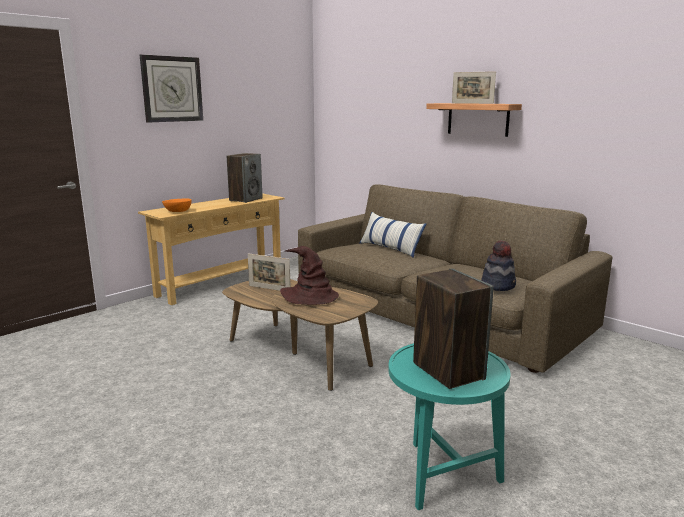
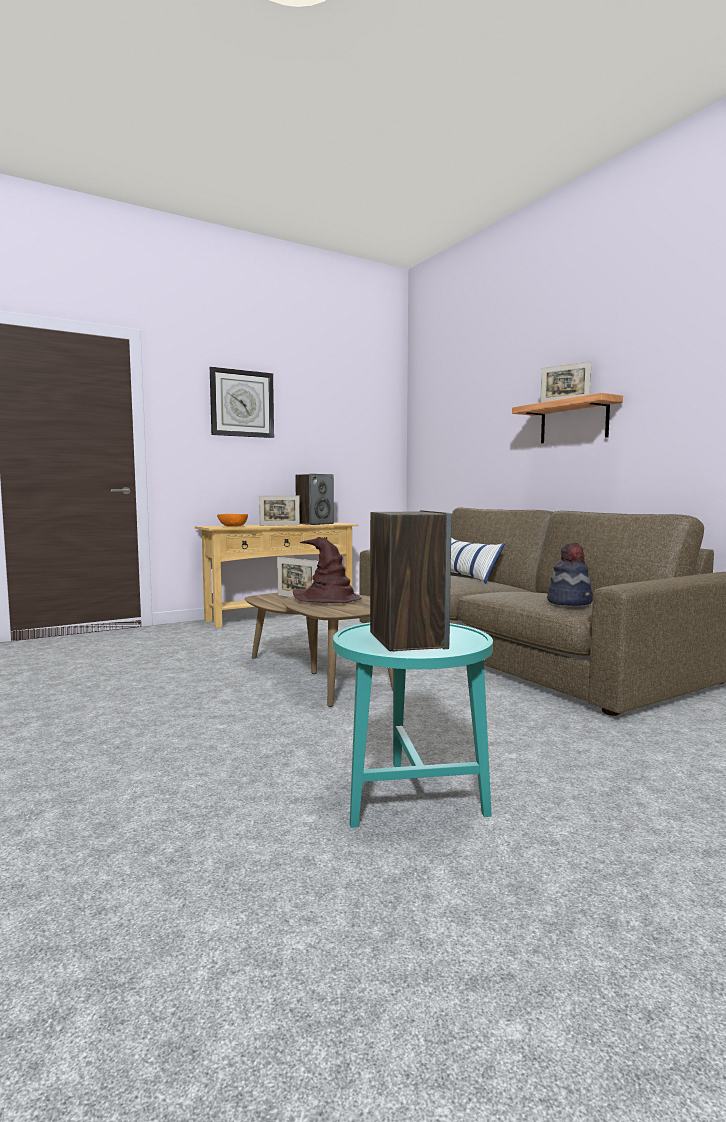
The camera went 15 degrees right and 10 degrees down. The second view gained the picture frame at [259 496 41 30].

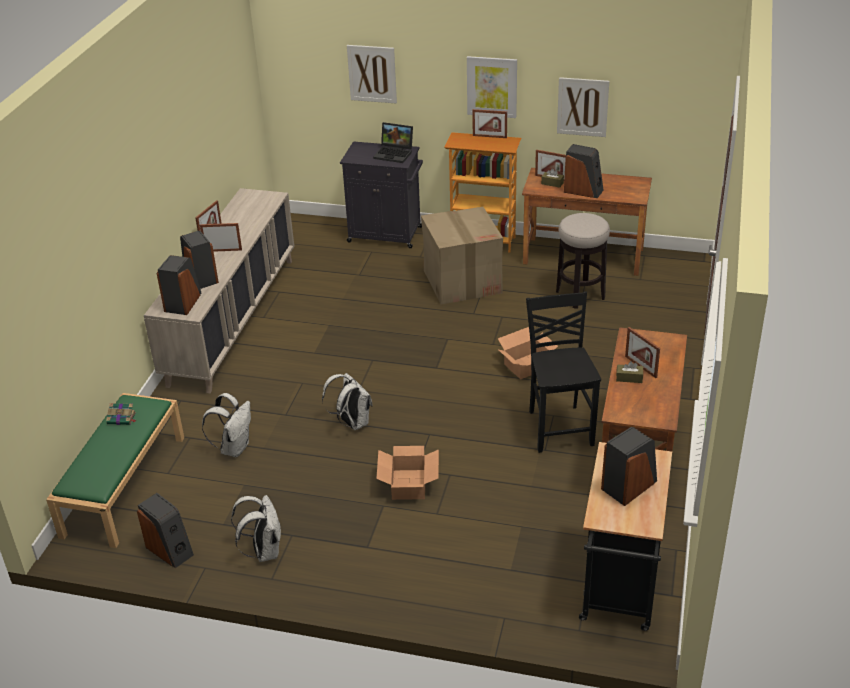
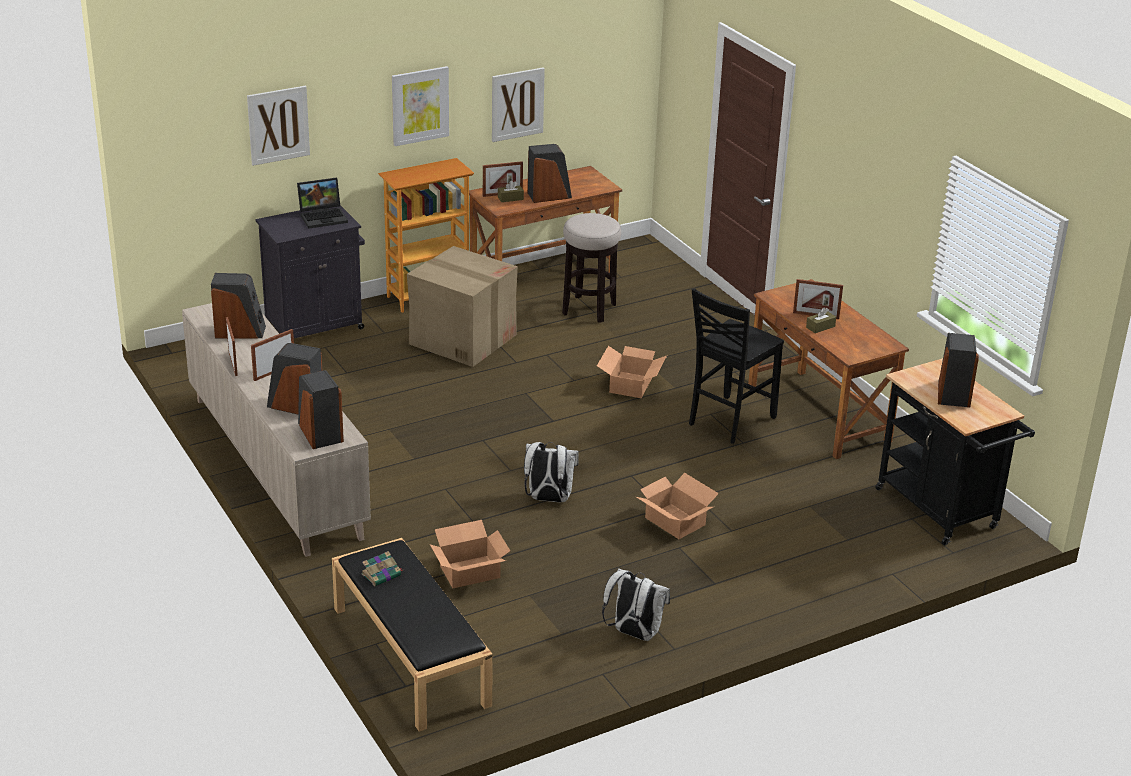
The camera went 45 degrees left and 5 degrees down. The speaker ended up elsewhere, having gone from [137 493 57 75] to [211 273 55 66]. What was the bench (green) at [46 393 138 155] turned into the bench (black) at [332 538 161 194]. Where the backpack (white) stood at [202 393 49 64], the cardboard box came to stand at [430 520 80 68]. The chair (black) at [526 291 75 162] ended up facing another way, 90 degrees counterclockwise from before. The second view lost the picture frame at [472 109 35 29].

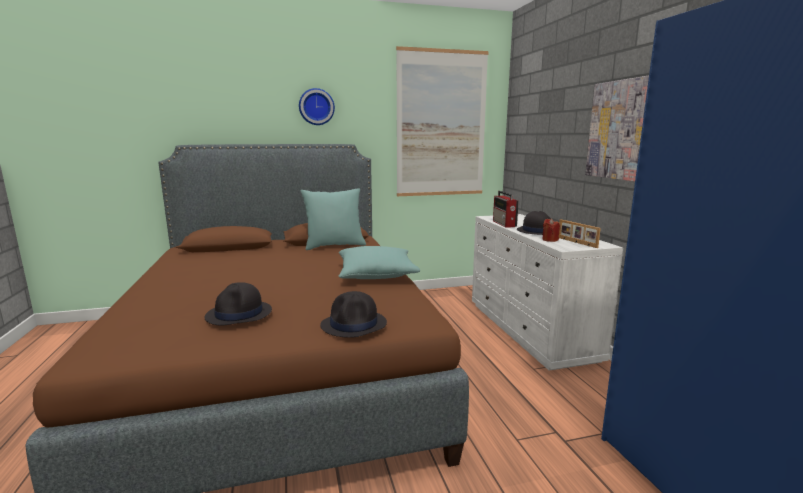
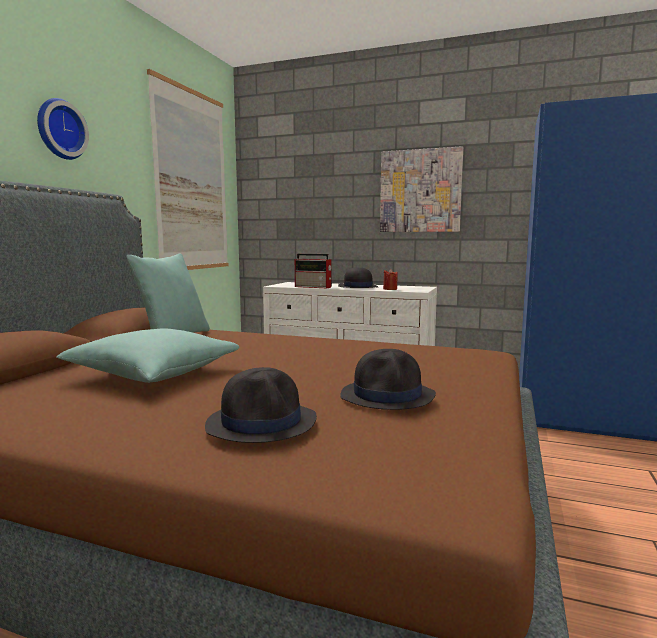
The camera went 55 degrees left and 5 degrees down. The pillow (turquoise) ended up elsewhere, having gone from [338 246 82 33] to [56 328 183 55]. The hat (black) ended up elsewhere, having gone from [320 291 67 47] to [205 367 112 76]. The second view lost the picture frame at [559 219 42 29].

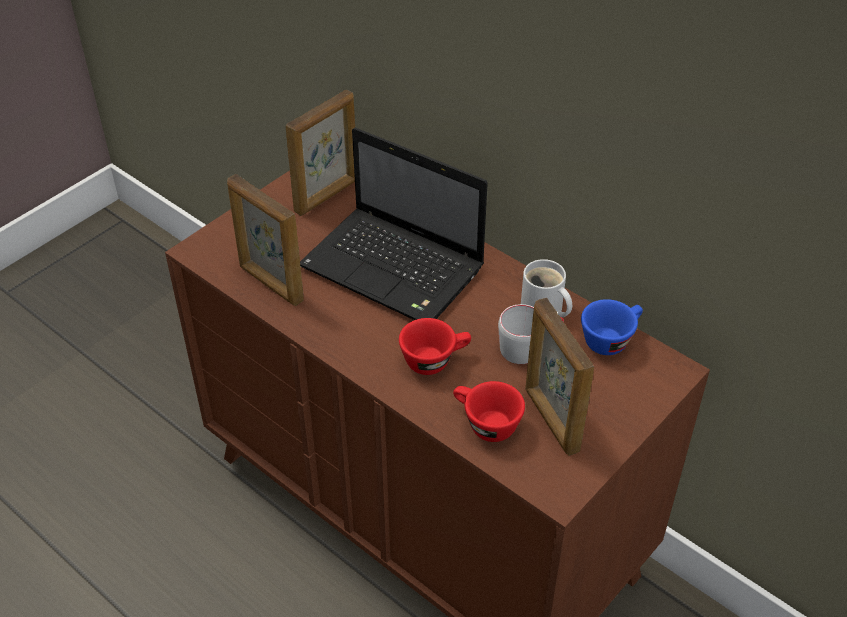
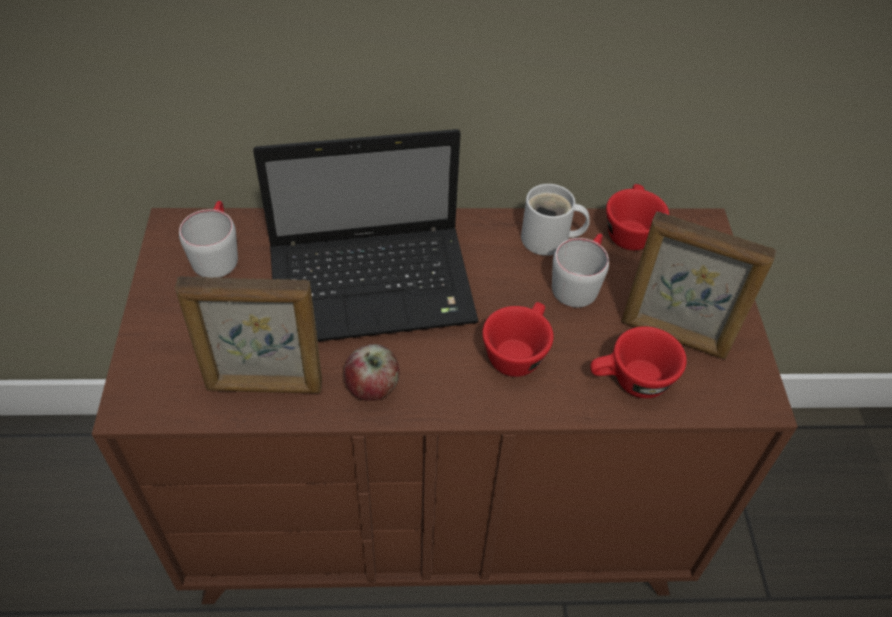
The camera went 45 degrees left and 5 degrees up. Where the picture frame stood at [285 90 70 126], the mug (grey) came to stand at [179 201 59 77]. The second view gained the apple at [344 344 56 57]. What was the cup (blue) at [581 299 62 56] turned into the cup (red) at [606 184 63 66].

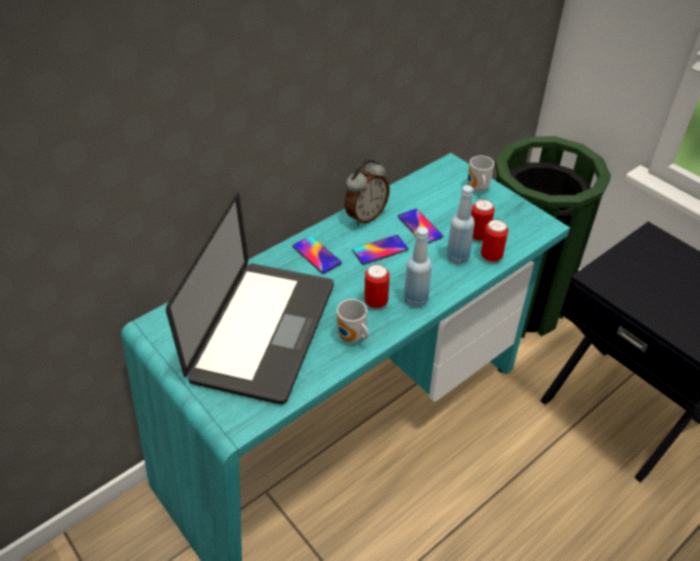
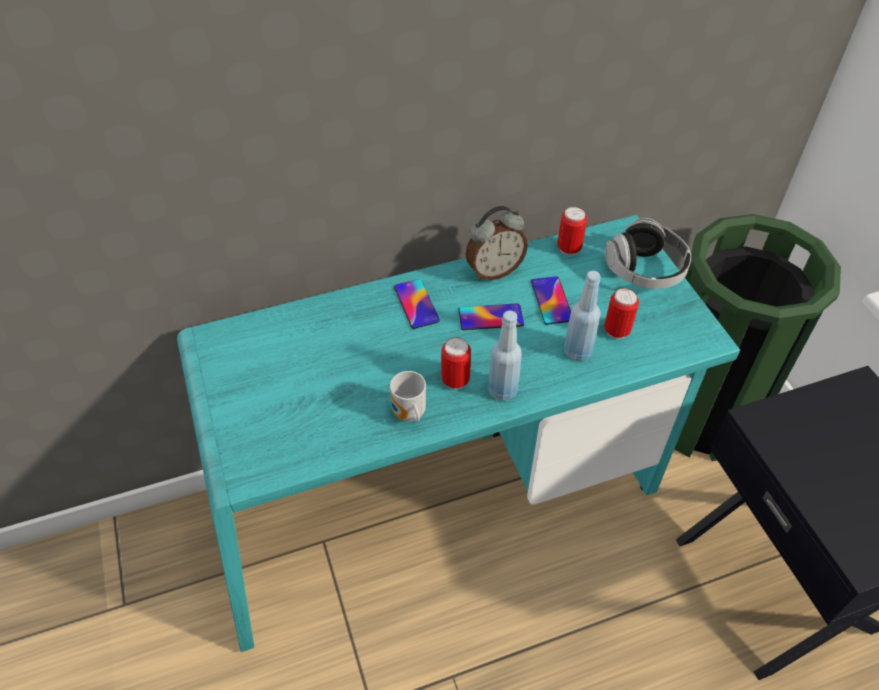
The camera went 20 degrees right and 5 degrees up. The can ended up elsewhere, having gone from [481 219 27 44] to [557 207 30 49]. Where the mug stood at [467 156 27 36], the headphones came to stand at [605 218 86 71]. The second view lost the laptop at [166 193 168 212].

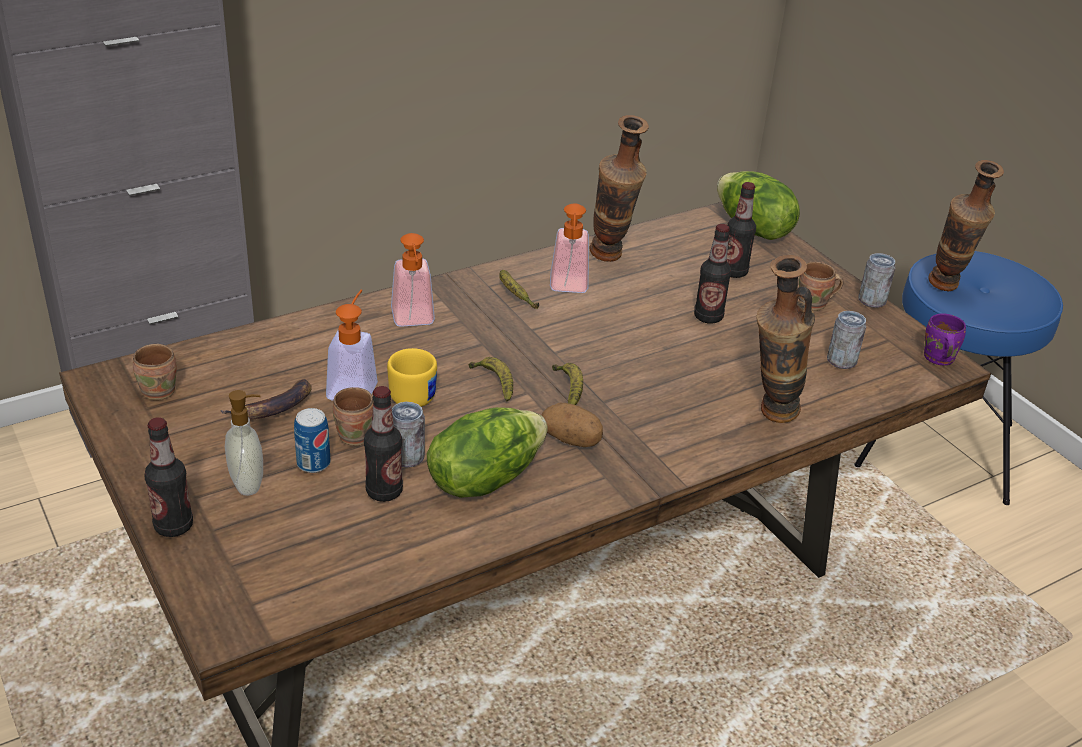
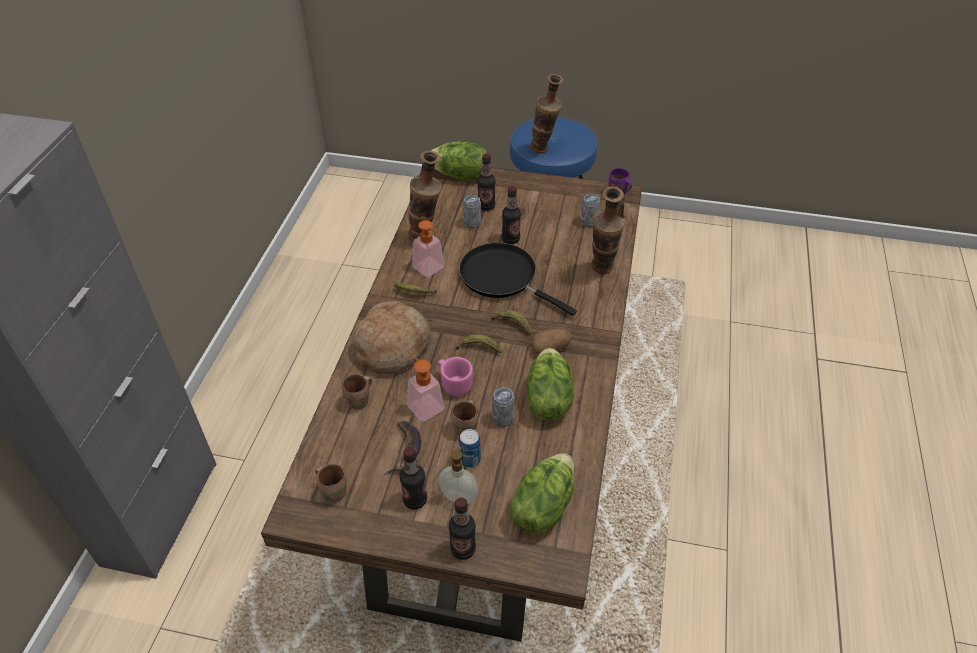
The camera went 45 degrees left and 10 degrees up. The mug (brown) ended up elsewhere, having gone from [799 261 45 50] to [342 374 30 36]. Where the soap dispenser stood at [391 233 44 94], the bread came to stand at [352 301 79 73]. The bottle ended up elsewhere, having gone from [364 386 39 116] to [399 447 28 62]. What was the mug (yellow) at [387 348 50 59] turned into the mug (pink) at [438 357 35 39]. The second view gained the frying pan (black) at [459 243 118 73]. The can ended up elsewhere, having gone from [858 253 37 55] to [463 195 18 33]. The second view gained the lettuce at [509 453 65 80].

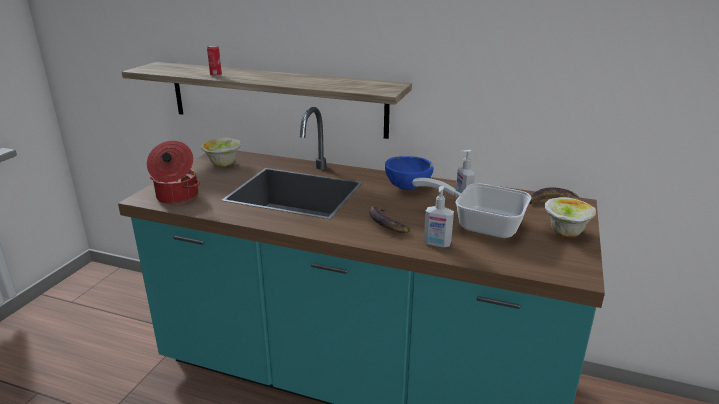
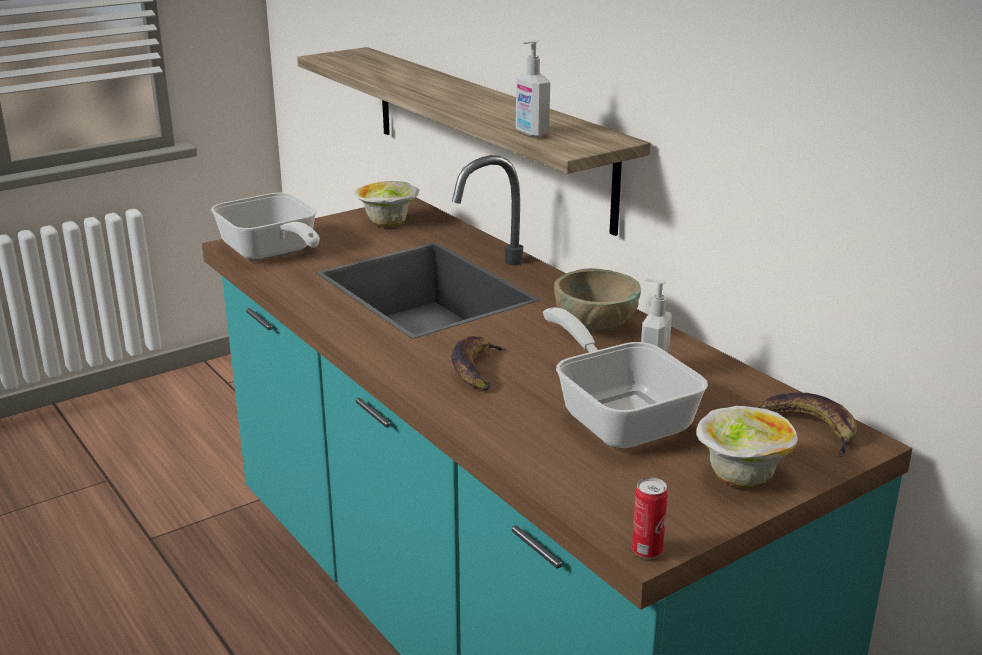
The camera went 35 degrees right and 0 degrees up. Where the cooking pot stood at [147 141 53 63], the frying pan came to stand at [211 193 109 68]. The soap dispenser ended up elsewhere, having gone from [424 186 30 62] to [516 40 34 97]. What was the bowl (blue) at [385 156 48 34] turned into the bowl (beige) at [554 268 87 63]. The can ended up elsewhere, having gone from [207 45 15 32] to [632 478 36 81].

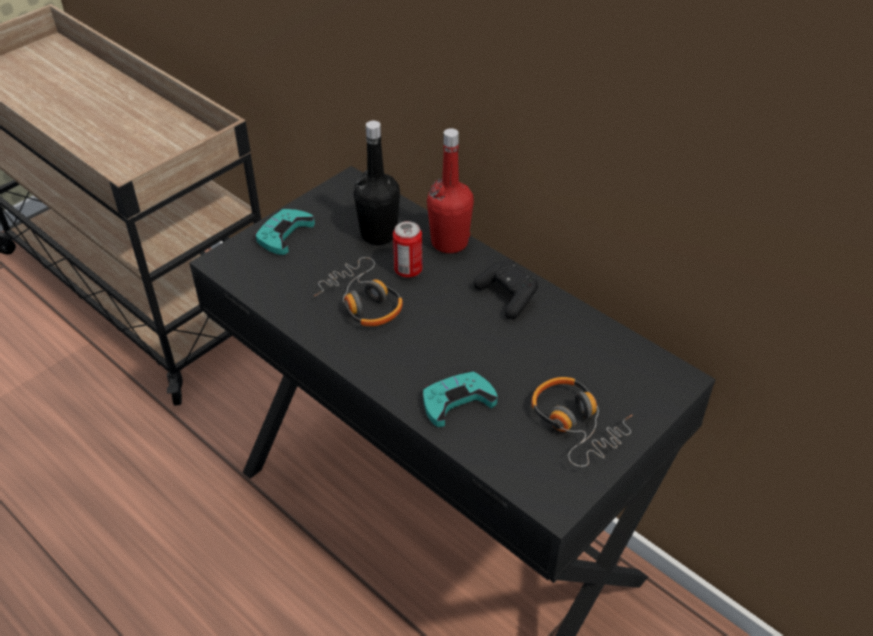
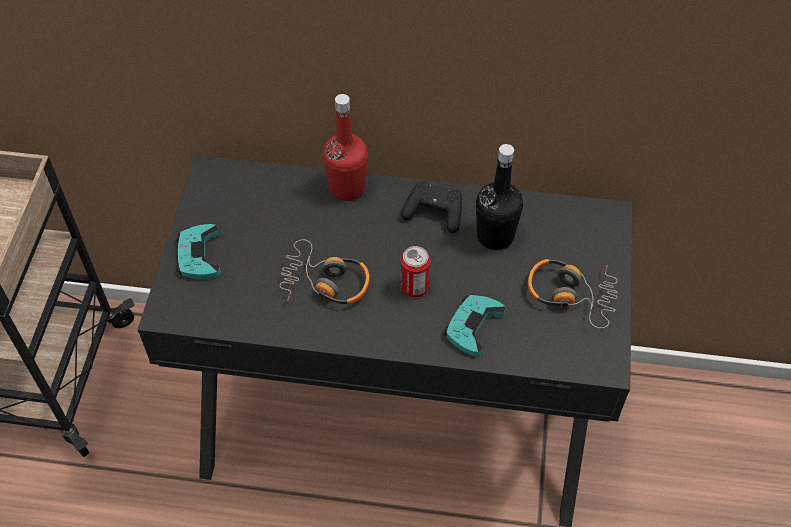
The camera went 35 degrees left and 10 degrees up. The can ended up elsewhere, having gone from [393 221 29 57] to [401 246 29 51]. The bottle (black) ended up elsewhere, having gone from [354 121 46 124] to [476 144 47 106].

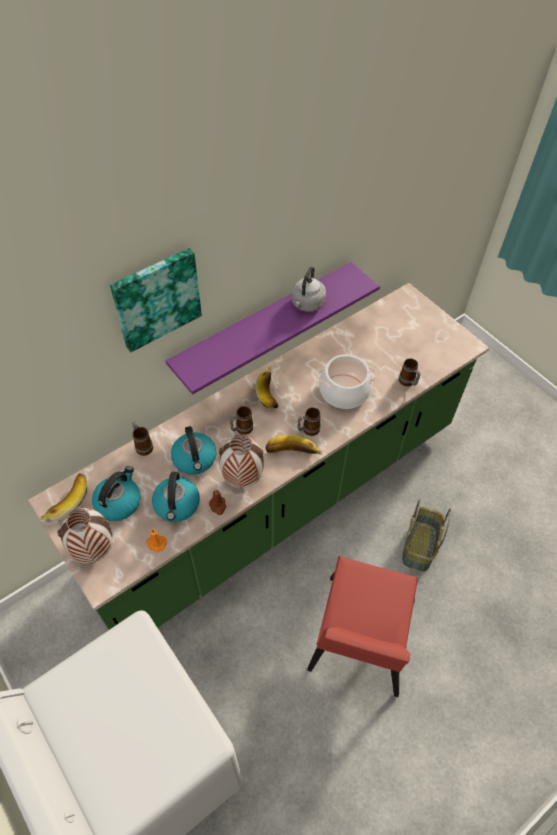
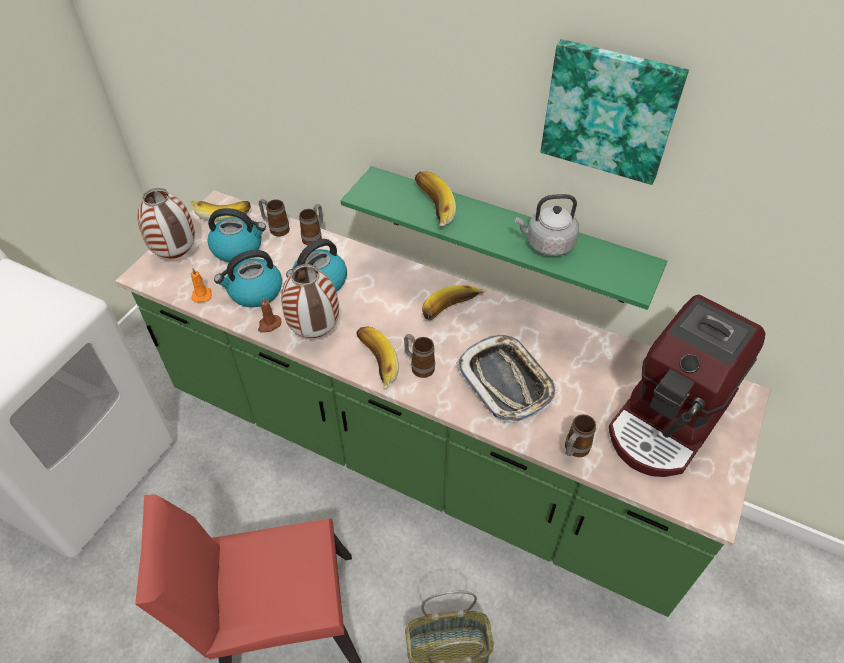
The camera went 65 degrees right and 5 degrees down. The mug ended up elsewhere, having gone from [230 406 23 29] to [259 199 31 37]. What was the shelf (purple) at [166 262 214 133] turned into the shelf (green) at [341 166 326 144]. The second view gained the banana at [415 172 41 54]. Where the cooking pot stood at [318 354 58 55], the tray came to stand at [456 335 102 88]. The picture ended up elsewhere, having gone from [110 248 92 104] to [540 39 149 146]. The second view gained the coffee machine at [608 295 158 182].

